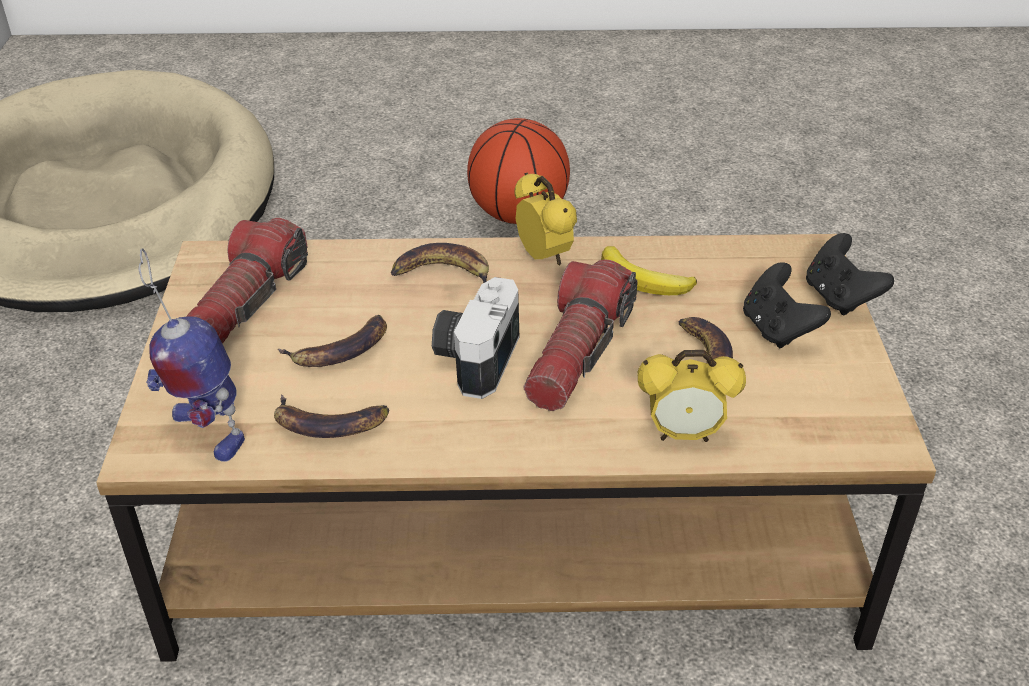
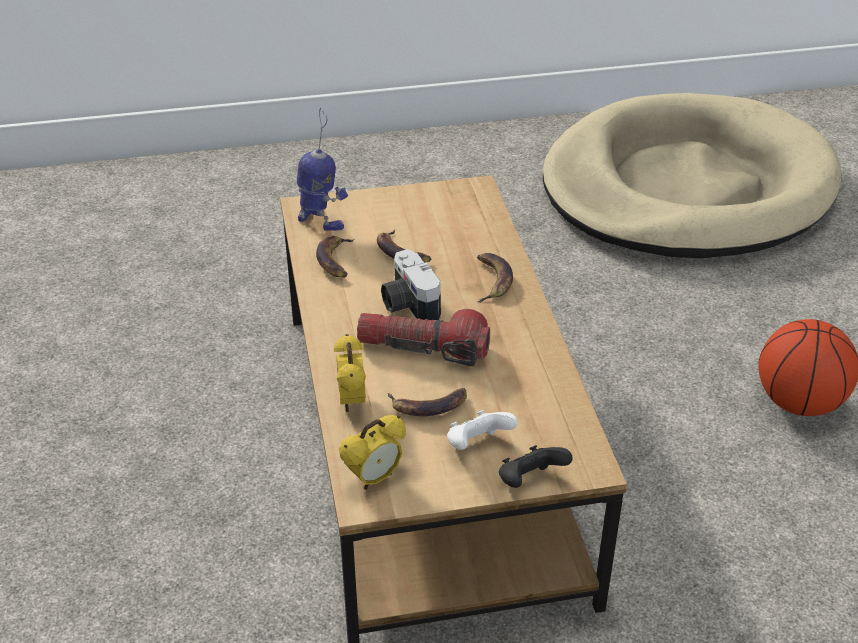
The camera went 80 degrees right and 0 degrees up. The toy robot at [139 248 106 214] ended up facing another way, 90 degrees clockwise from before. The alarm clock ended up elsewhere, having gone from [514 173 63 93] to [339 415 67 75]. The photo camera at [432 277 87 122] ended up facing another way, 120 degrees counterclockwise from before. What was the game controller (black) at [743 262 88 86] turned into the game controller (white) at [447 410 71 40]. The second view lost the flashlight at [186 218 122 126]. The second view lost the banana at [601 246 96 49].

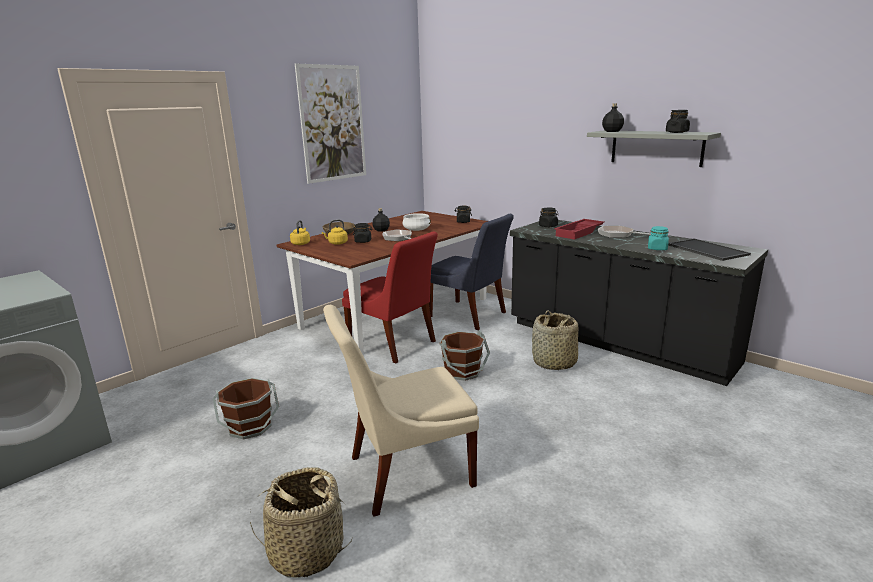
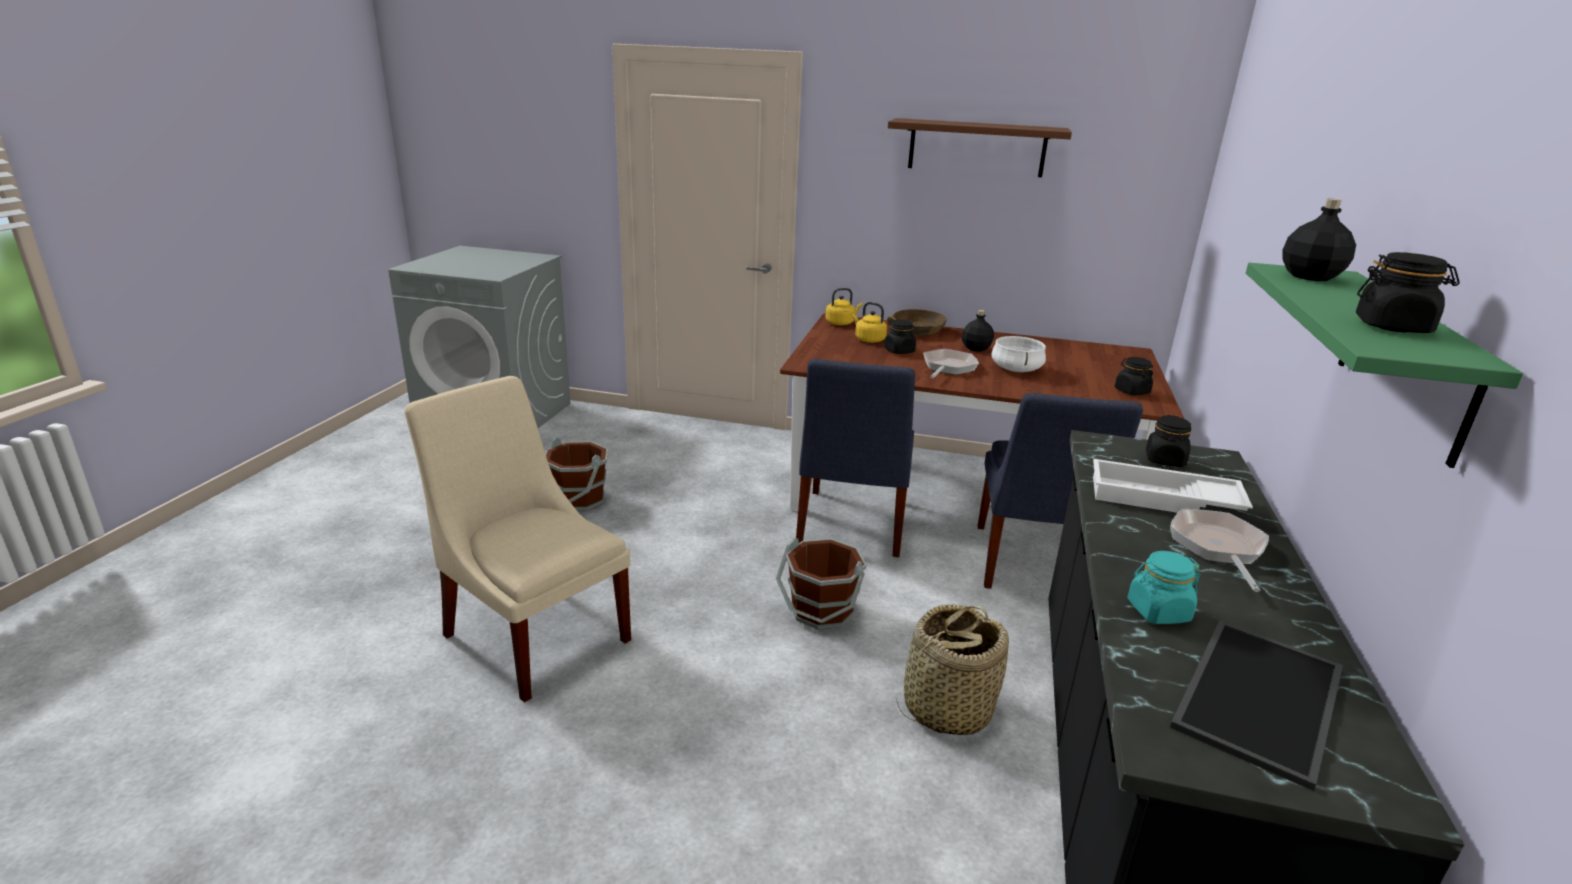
The camera went 60 degrees right and 5 degrees up. What was the chair (red) at [342 232 96 132] turned into the chair (blue) at [796 359 119 198]. Where the picture hung at [295 64 71 120], the shelf (brown) came to hang at [888 118 184 59]. What was the tray (red) at [554 219 50 21] turned into the tray (white) at [1093 459 160 54]. What was the shelf (grey) at [587 130 134 37] turned into the shelf (green) at [1246 263 277 205]. The second view lost the basket at [250 467 102 111].

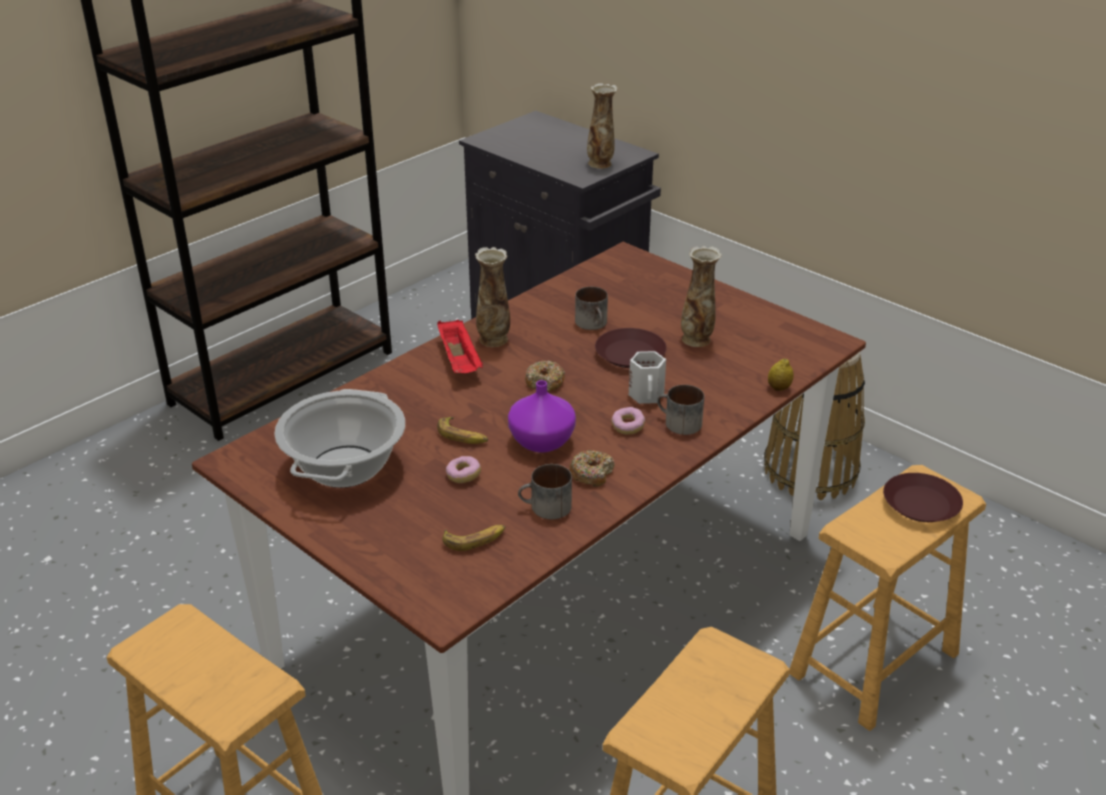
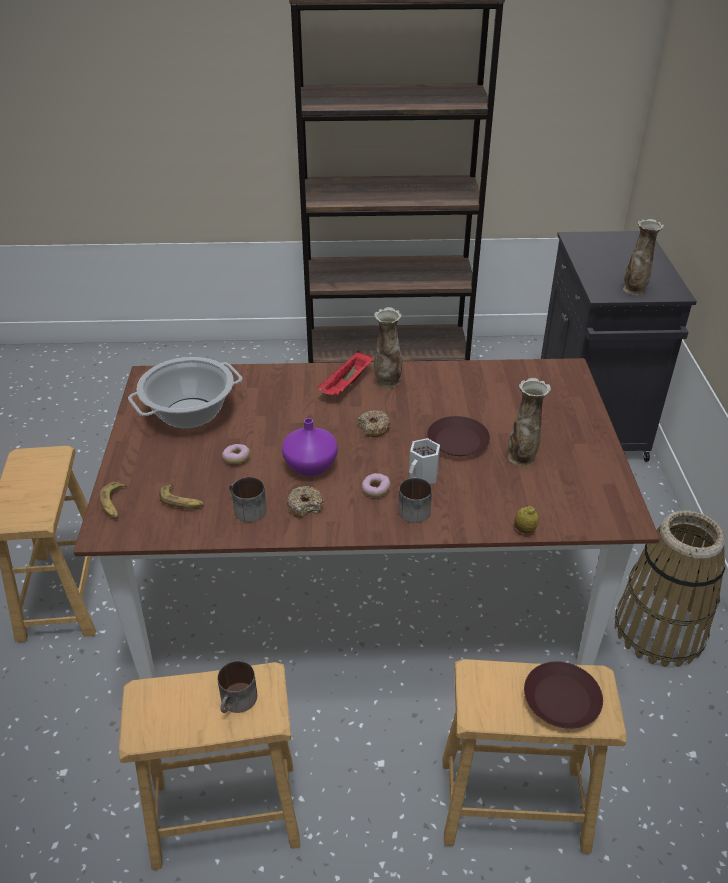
The camera went 45 degrees right and 5 degrees up. The banana ended up elsewhere, having gone from [437 417 51 27] to [99 482 29 37]. The mug ended up elsewhere, having gone from [575 287 33 43] to [217 661 40 52].

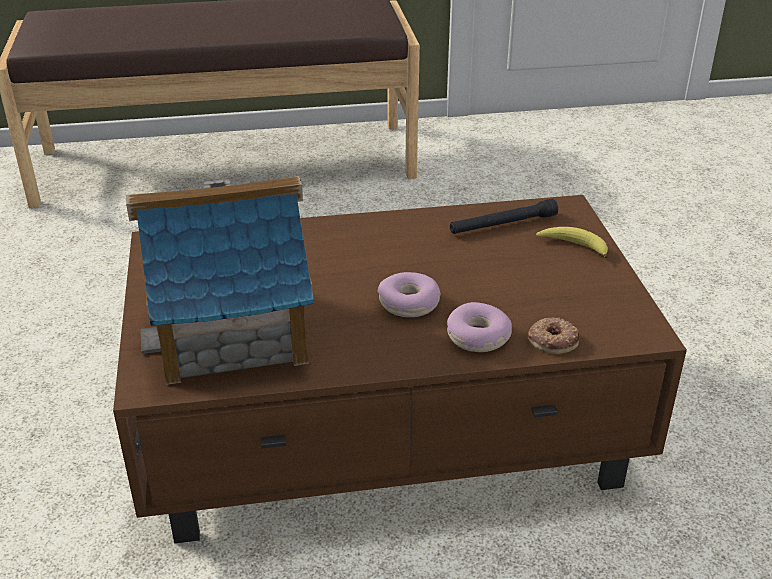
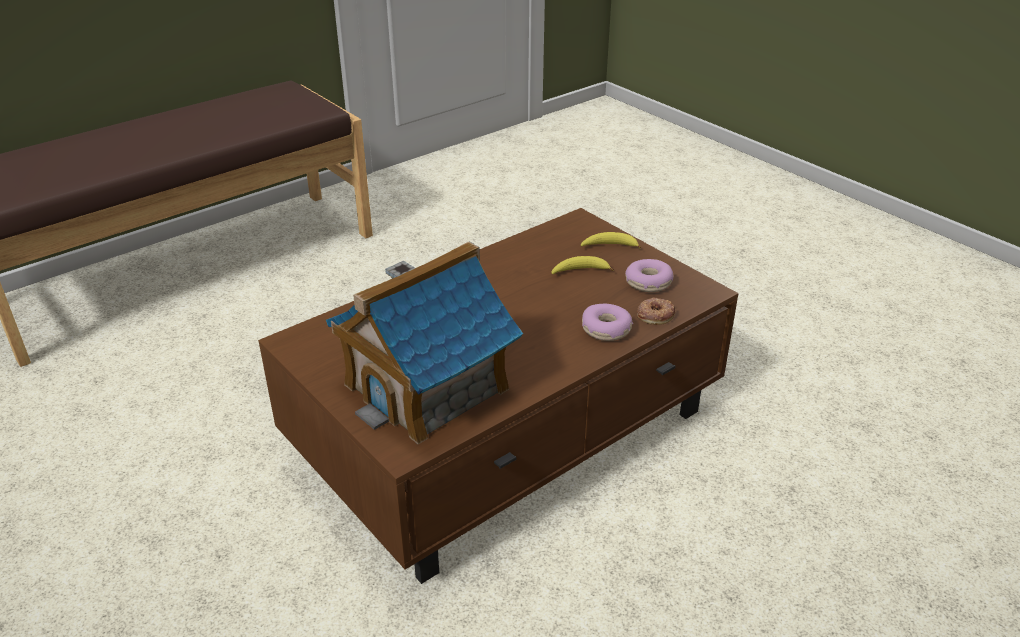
The camera went 30 degrees left and 0 degrees up. The second view gained the banana at [551 256 63 18]. The donut ended up elsewhere, having gone from [378 272 63 45] to [625 259 48 33]. The second view lost the flashlight (black) at [450 199 108 35].

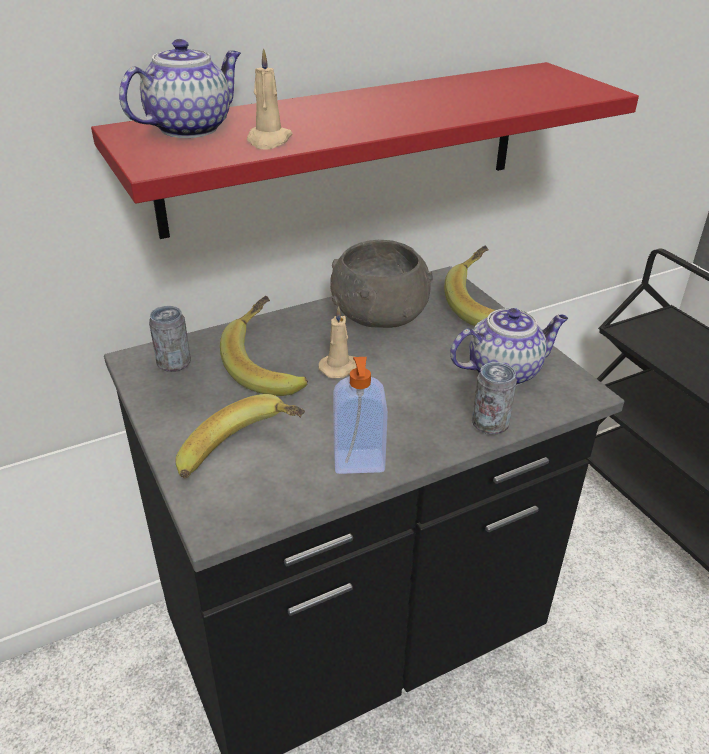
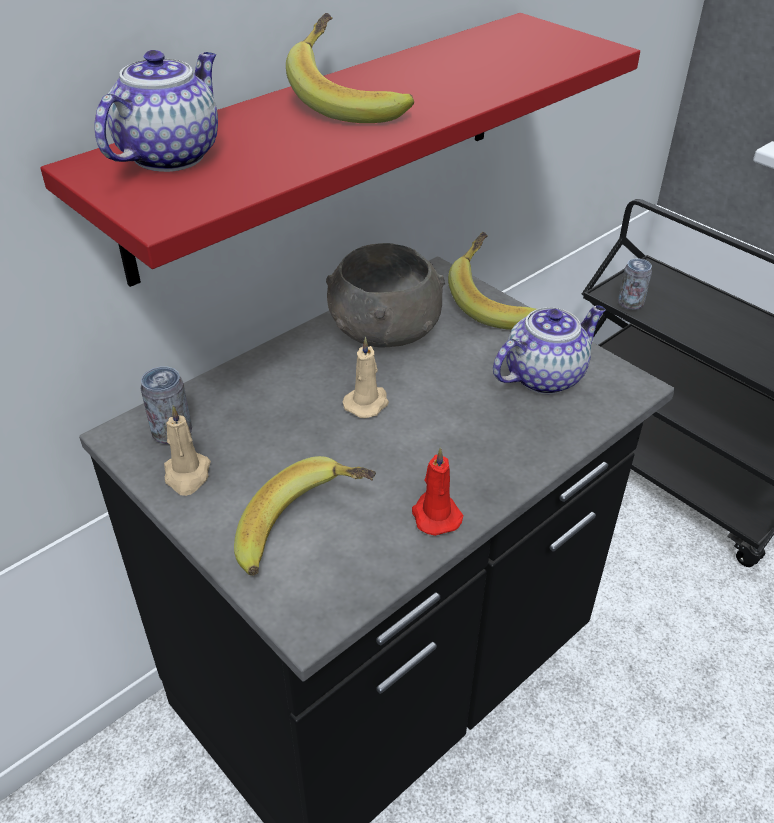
The camera went 15 degrees left and 5 degrees up. The candle (beige) ended up elsewhere, having gone from [247 48 46 102] to [164 405 47 91]. The banana ended up elsewhere, having gone from [220 296 88 100] to [286 13 128 110]. Where the soap dispenser stood at [333 357 55 117], the candle (red) came to stand at [412 447 51 89]. The can ended up elsewhere, having gone from [472 362 45 72] to [618 258 34 52].

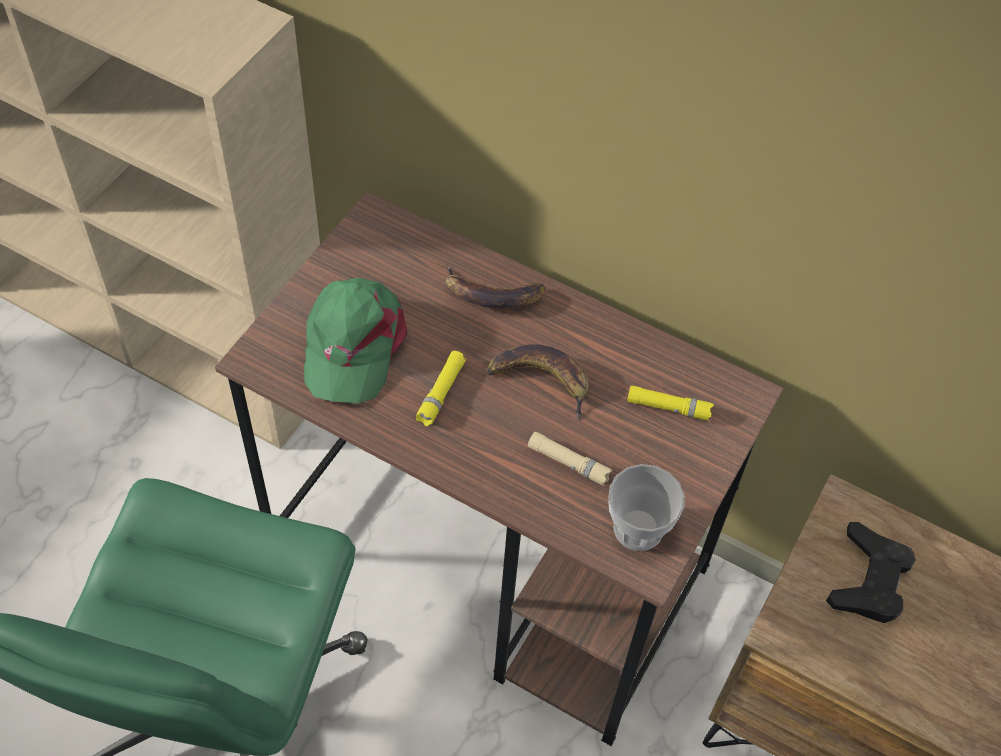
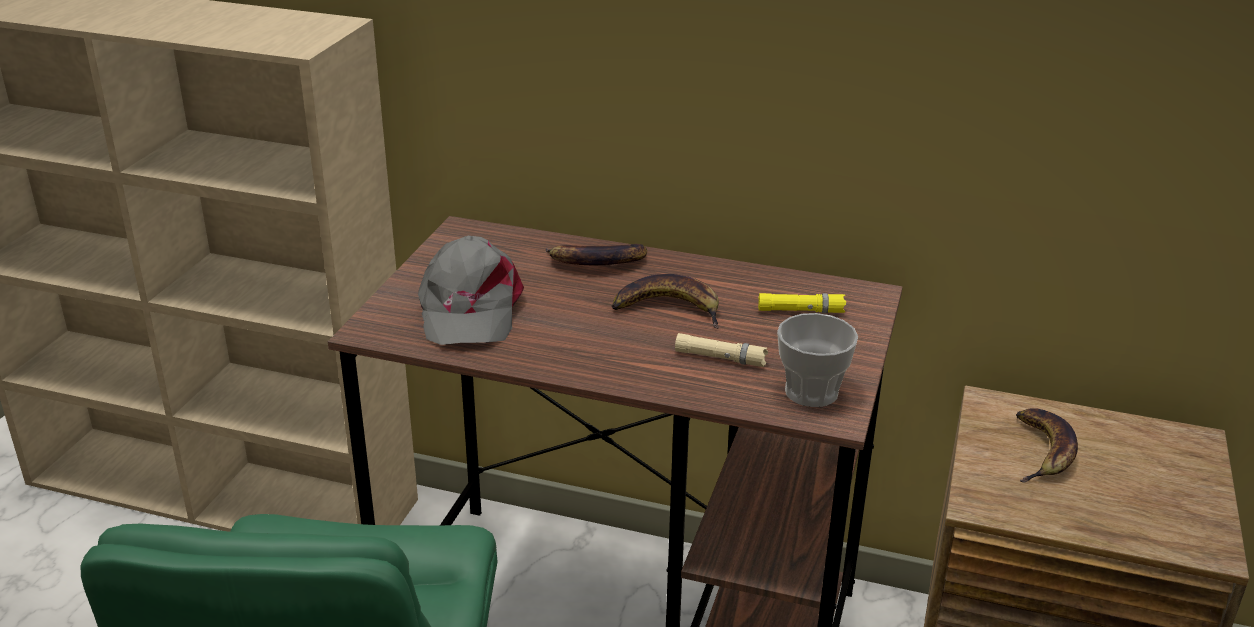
The camera went 10 degrees left and 25 degrees down. What was the cap (green) at [304 278 103 126] turned into the cap (grey) at [418 236 106 109]. Where the game controller (black) stood at [826 522 90 101], the banana came to stand at [1016 408 62 75]. The second view lost the flashlight (yellow) at [416 351 50 75].

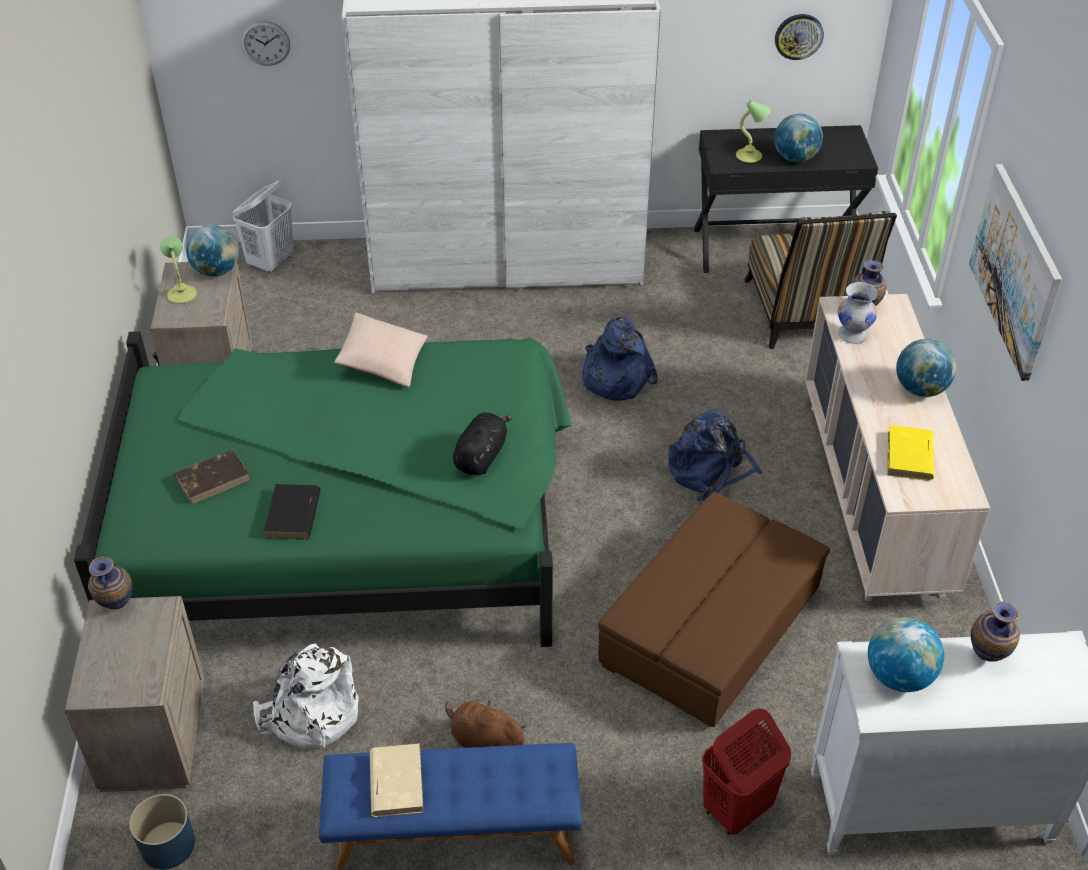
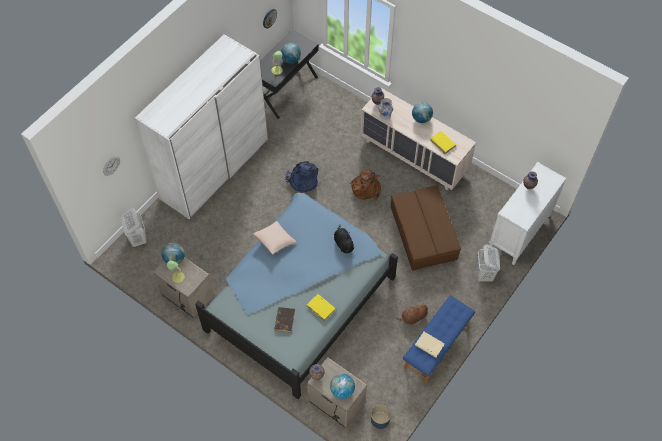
The camera went 50 degrees left and 15 degrees up. What was the bed (green) at [74 331 497 316] turned into the bed (blue) at [195 193 203 206]. What was the book (black) at [264 484 56 56] turned into the book (yellow) at [307 294 29 27]. The globe ended up elsewhere, having gone from [868 617 76 75] to [330 374 25 25]. What was the backpack (blue) at [668 409 95 92] turned into the backpack (brown) at [350 169 31 31]. What was the laundry basket (red) at [702 709 89 126] turned into the laundry basket (white) at [477 245 23 37]. The second view lost the backpack (white) at [253 644 106 105]. The second view lost the chair at [745 211 152 138]. The second view lost the picture at [969 164 93 217].

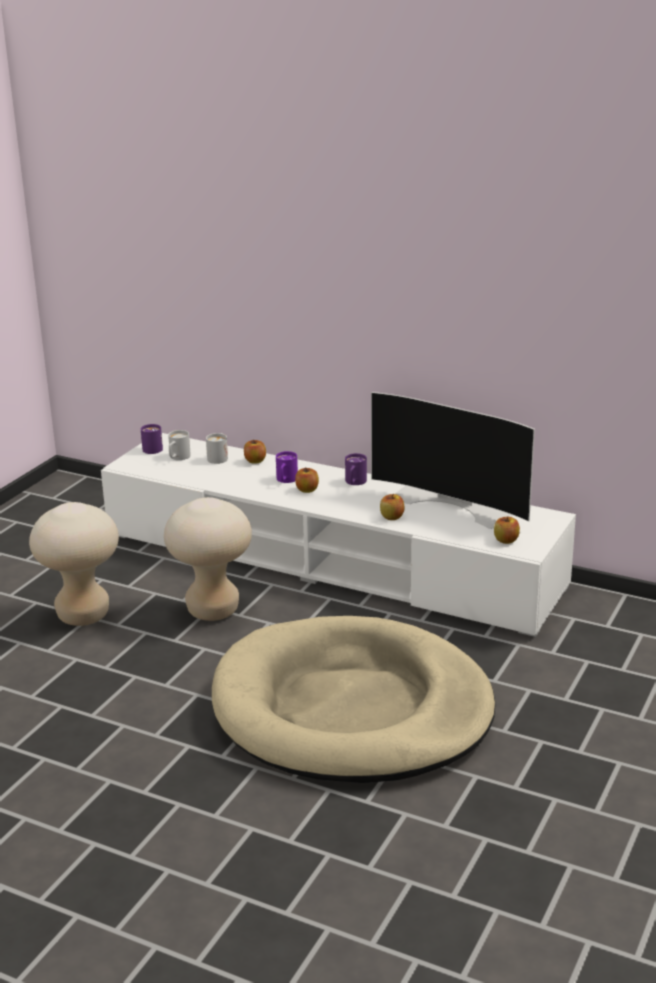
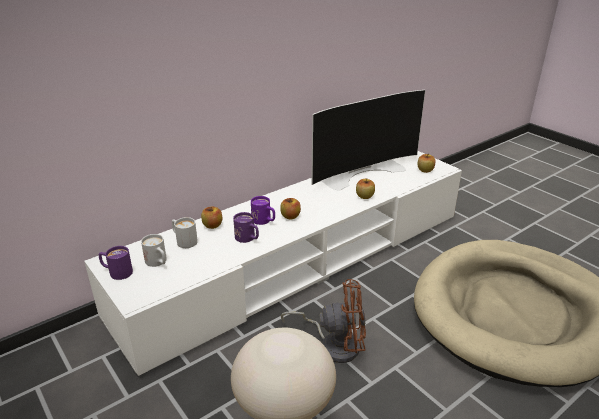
The camera went 65 degrees left and 5 degrees up. The mug (purple) ended up elsewhere, having gone from [345 453 22 32] to [233 212 26 31]. Where the stool (beige) stood at [164 497 88 124], the fan (brown) came to stand at [281 279 85 84].

